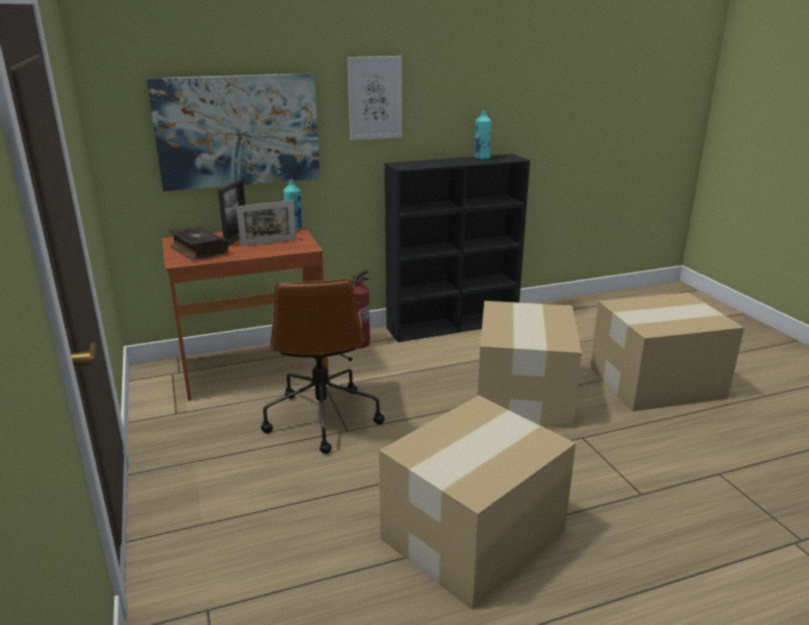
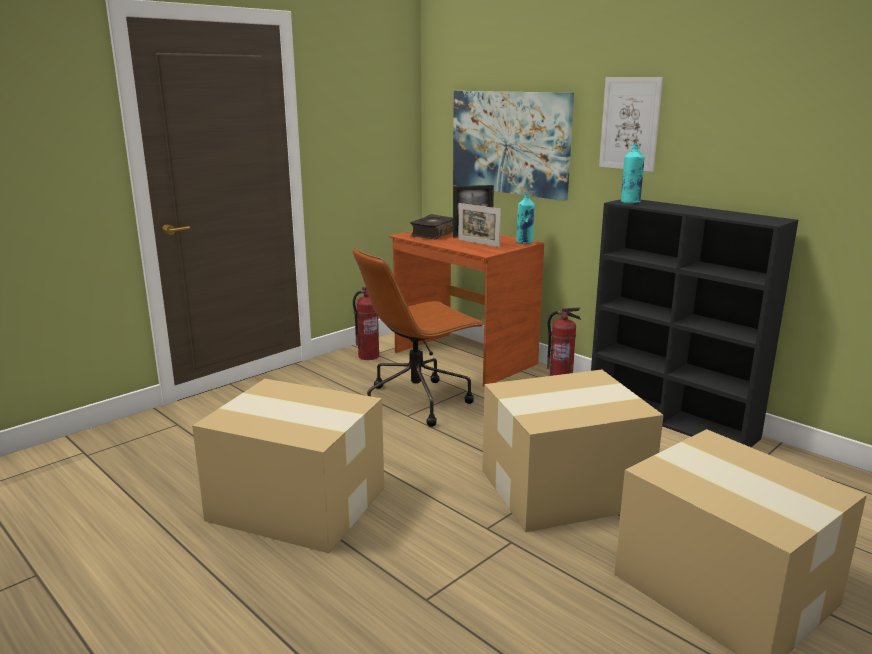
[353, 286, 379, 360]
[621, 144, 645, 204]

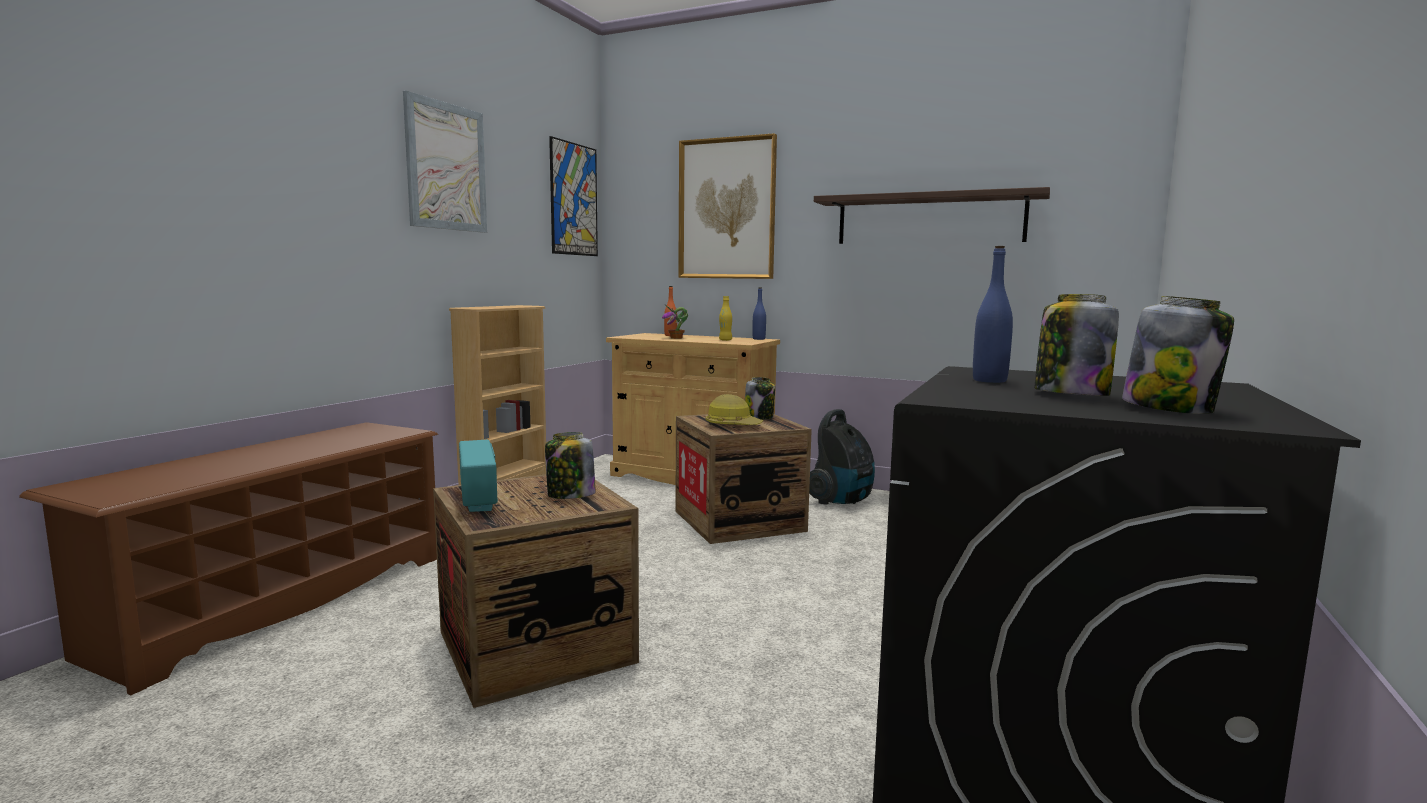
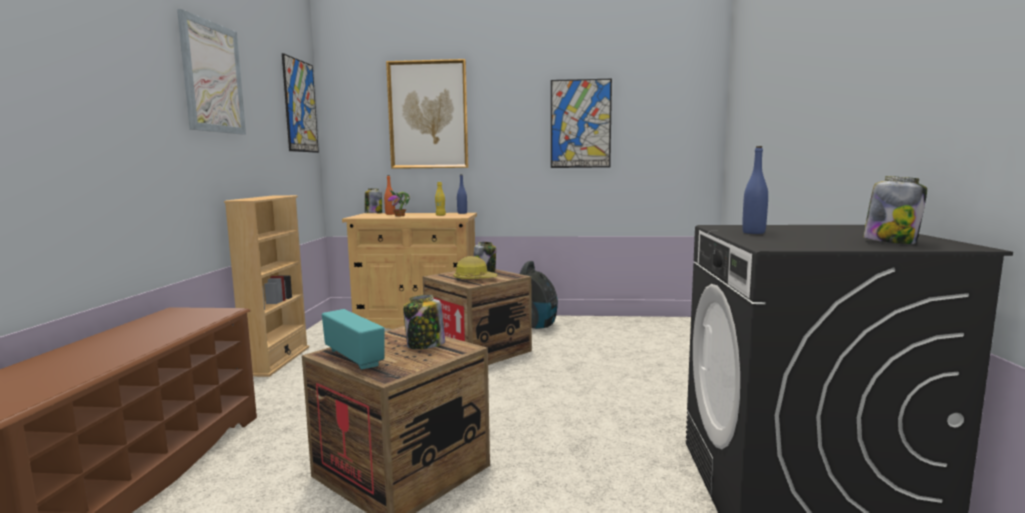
[365, 188, 382, 213]
[551, 79, 612, 168]

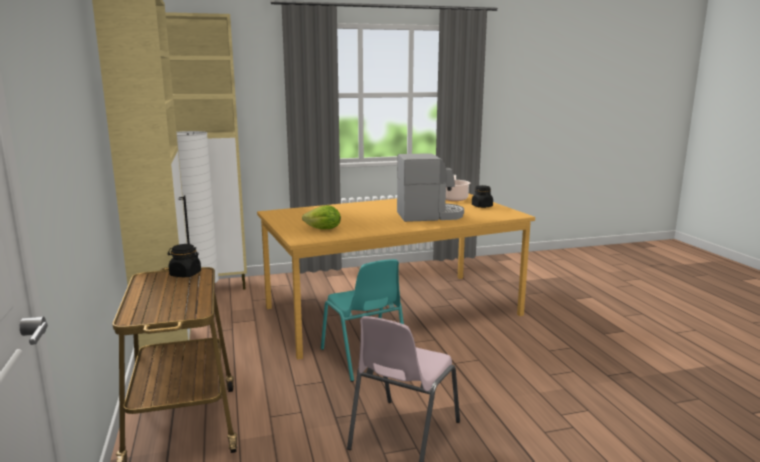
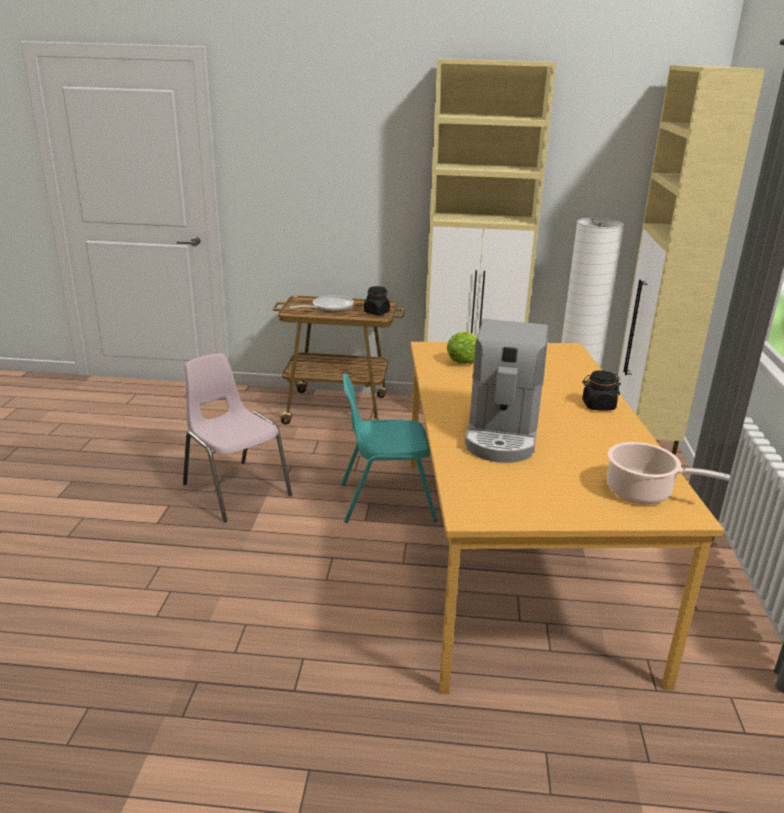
[289, 295, 354, 312]
[582, 370, 621, 411]

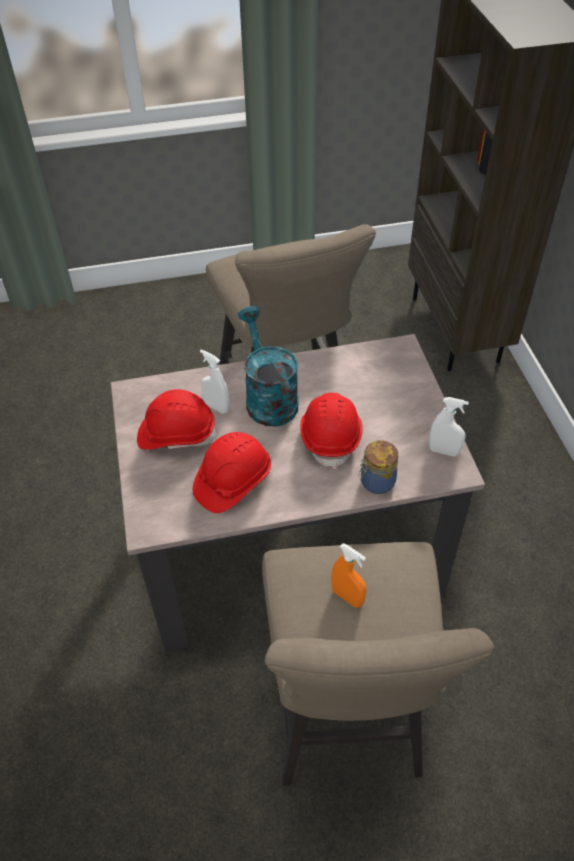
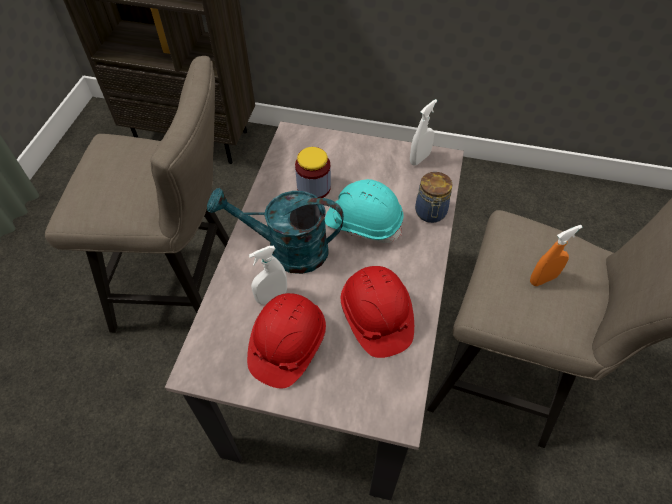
[295, 147, 331, 198]
[325, 179, 404, 243]

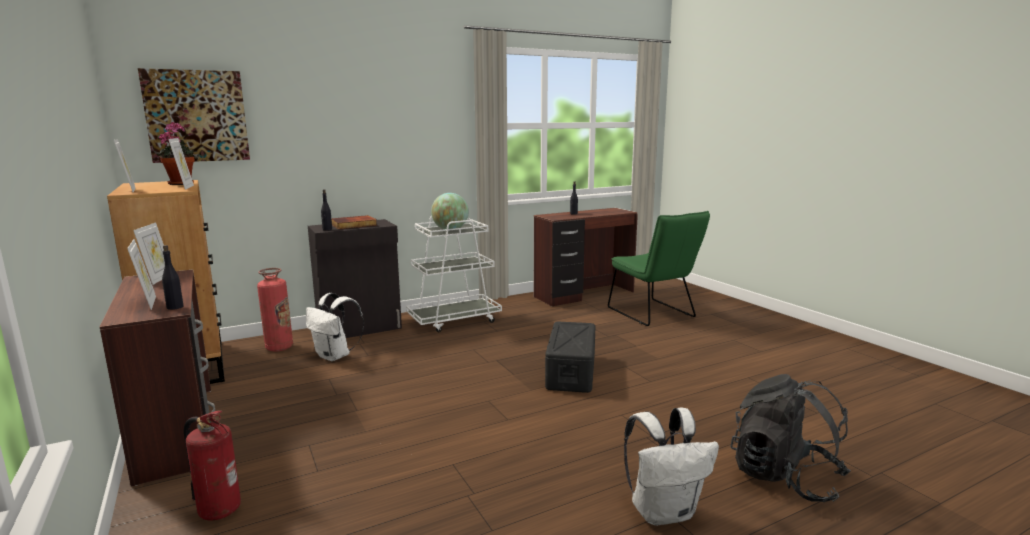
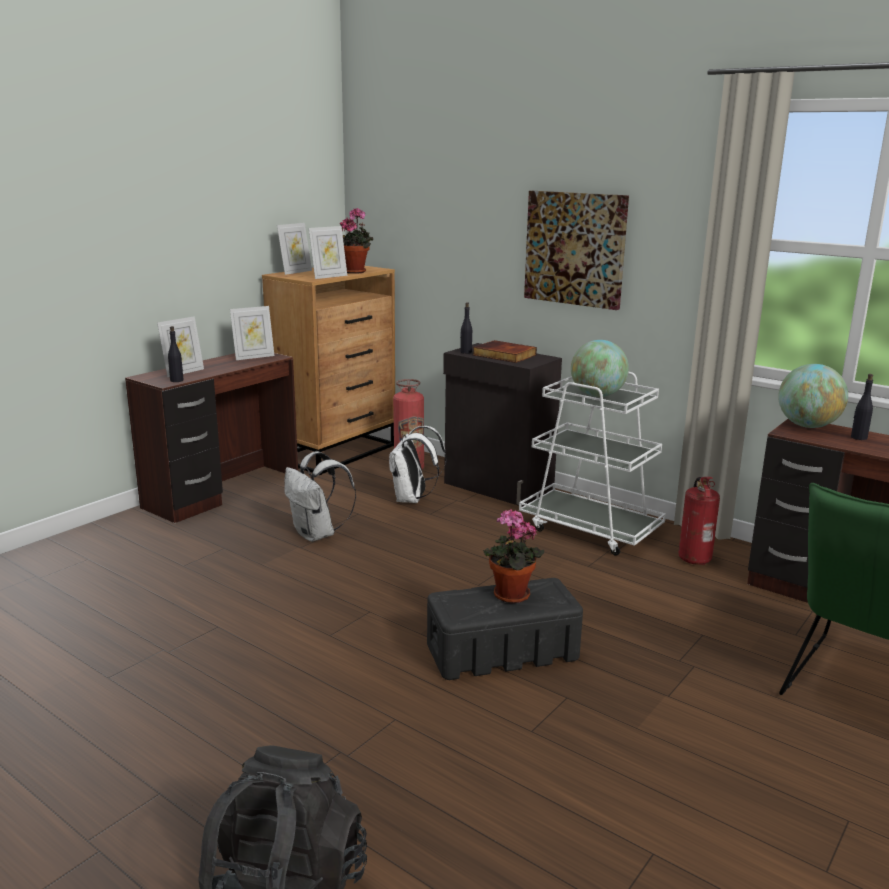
[284, 451, 356, 542]
[483, 509, 544, 603]
[524, 191, 629, 310]
[679, 477, 720, 565]
[778, 364, 848, 428]

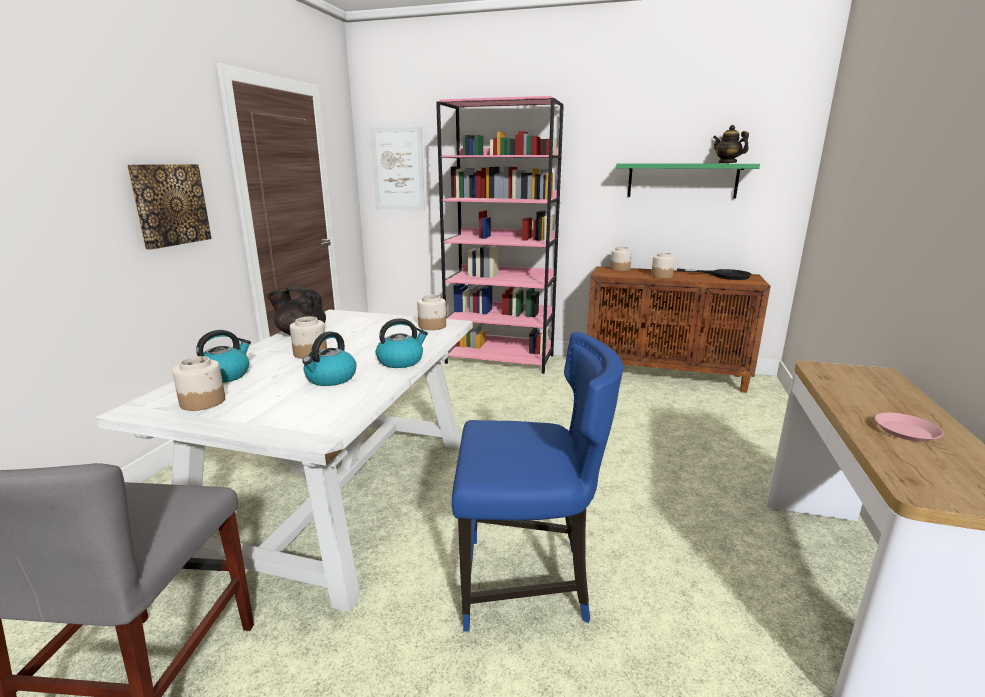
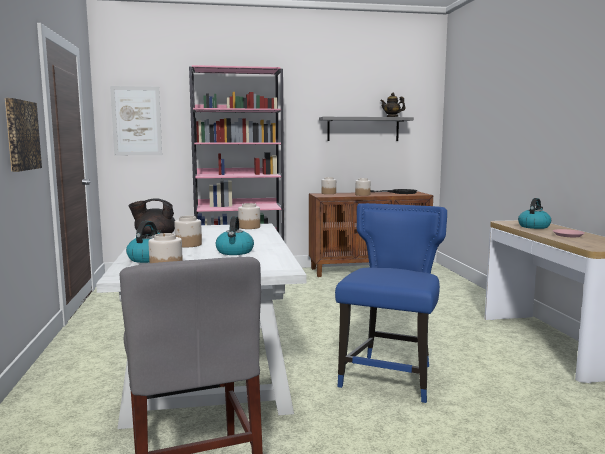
[319, 117, 414, 141]
[335, 203, 447, 403]
[518, 198, 551, 229]

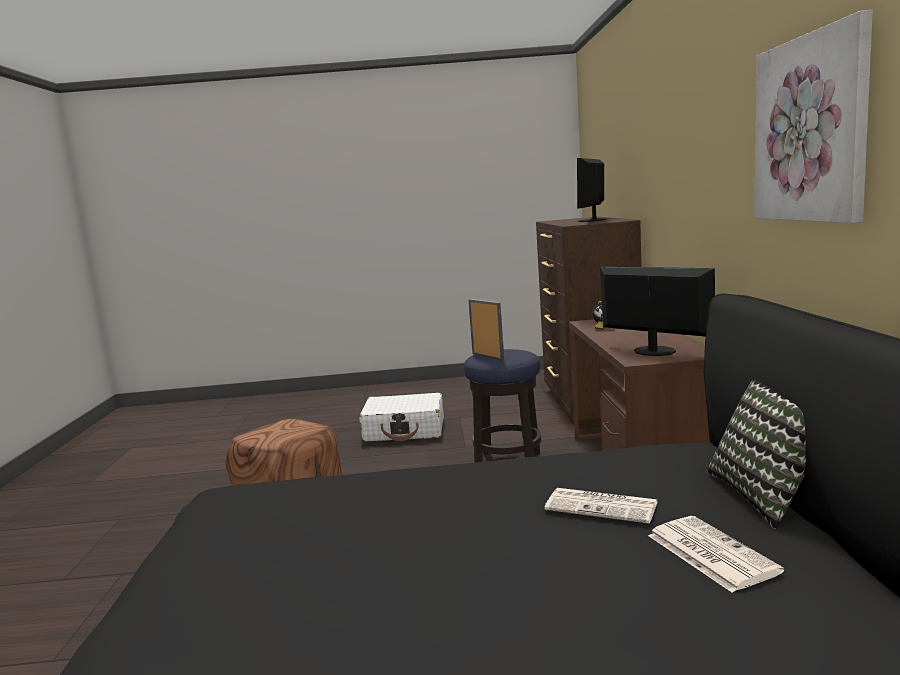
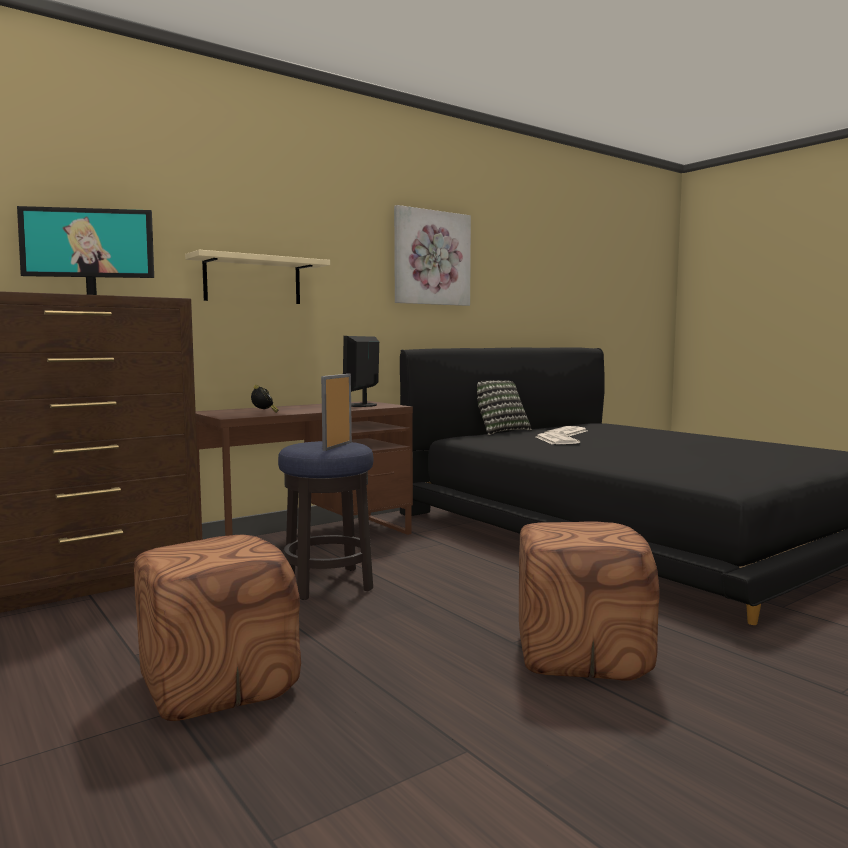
[134, 535, 301, 721]
[185, 250, 330, 304]

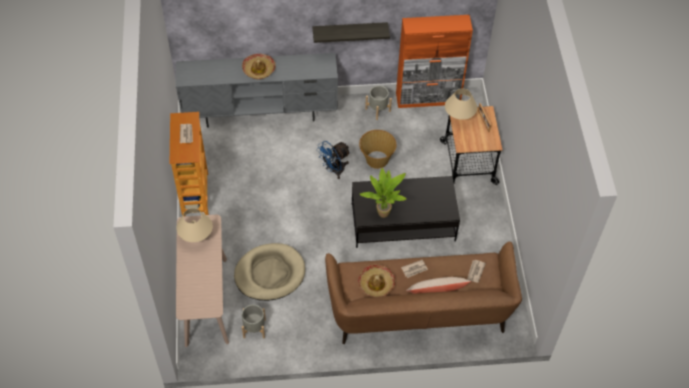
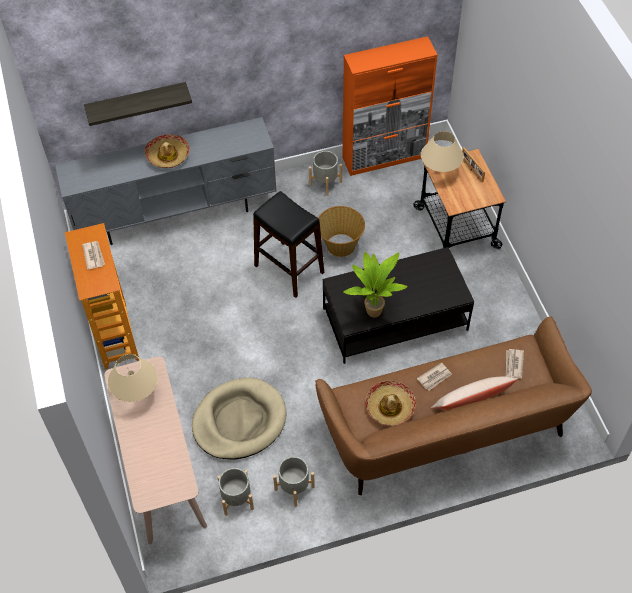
[84, 82, 192, 126]
[253, 191, 324, 298]
[273, 456, 315, 507]

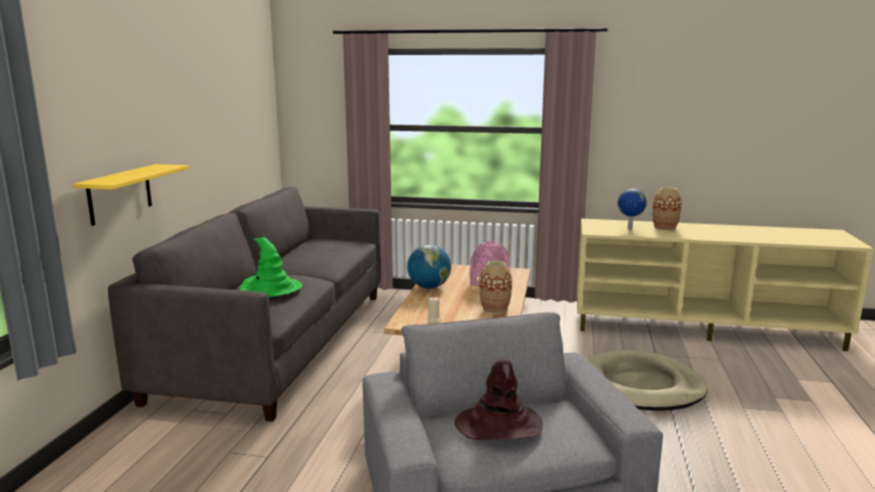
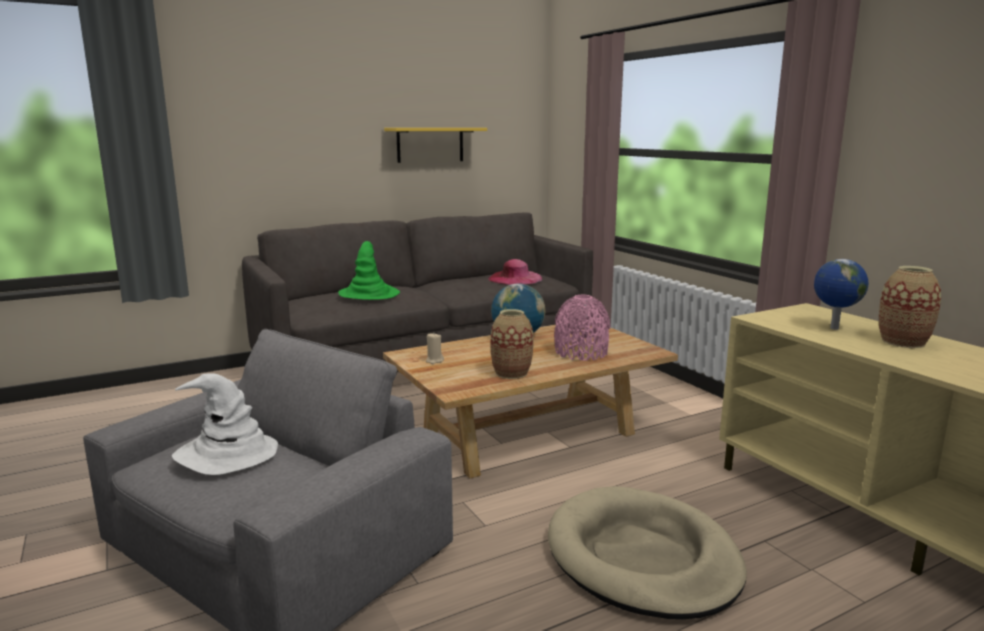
[172, 374, 278, 475]
[384, 128, 487, 163]
[488, 259, 543, 285]

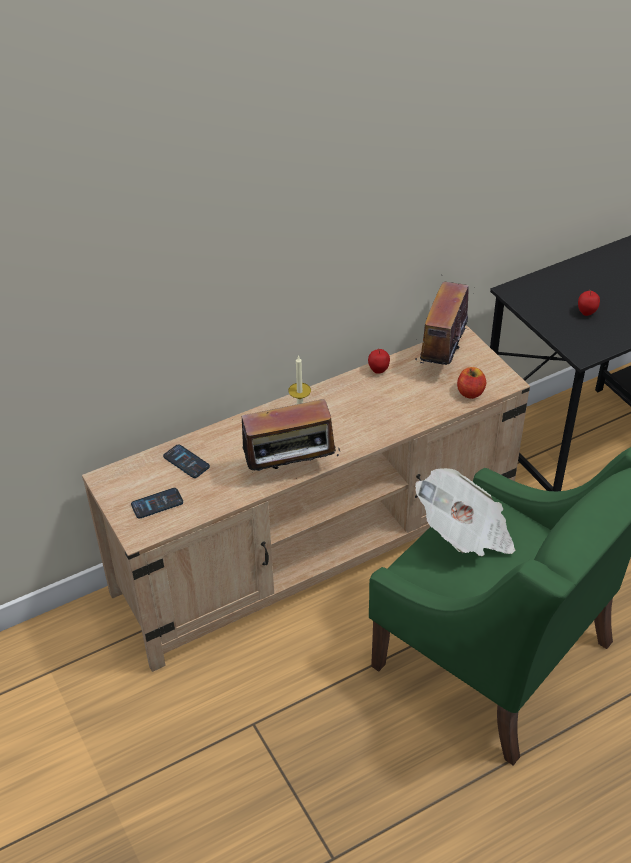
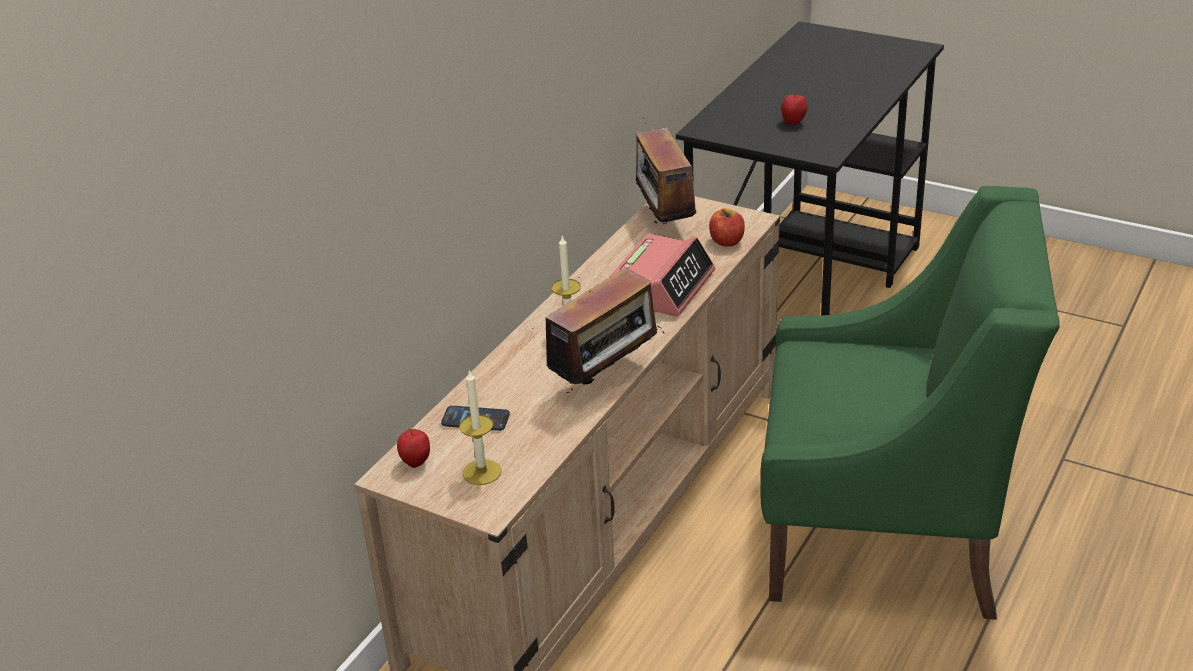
[397, 428, 430, 468]
[459, 369, 501, 485]
[609, 233, 715, 316]
[415, 468, 515, 556] (first image)

